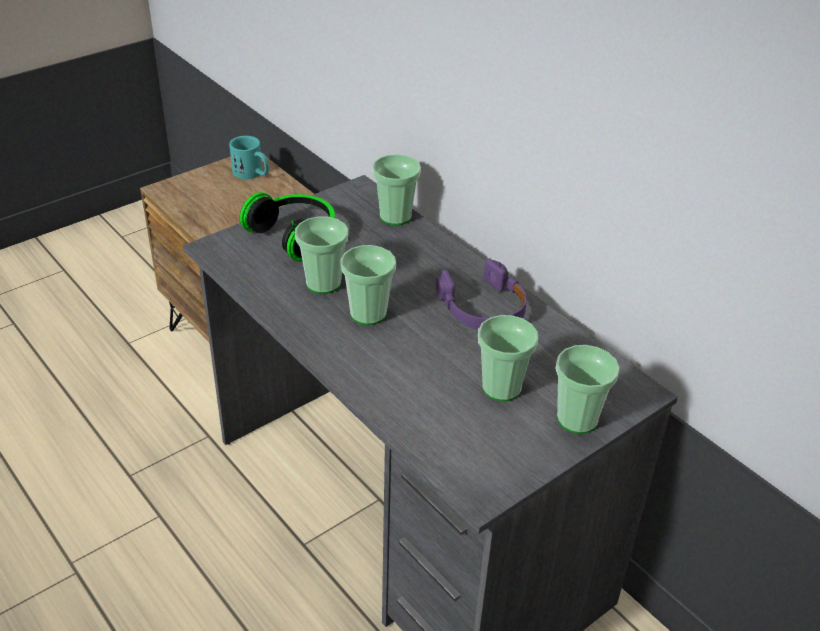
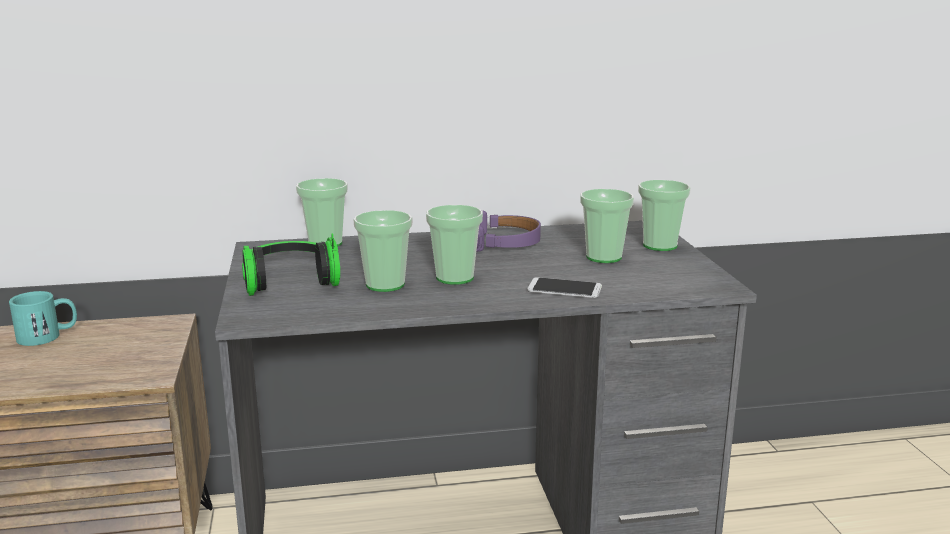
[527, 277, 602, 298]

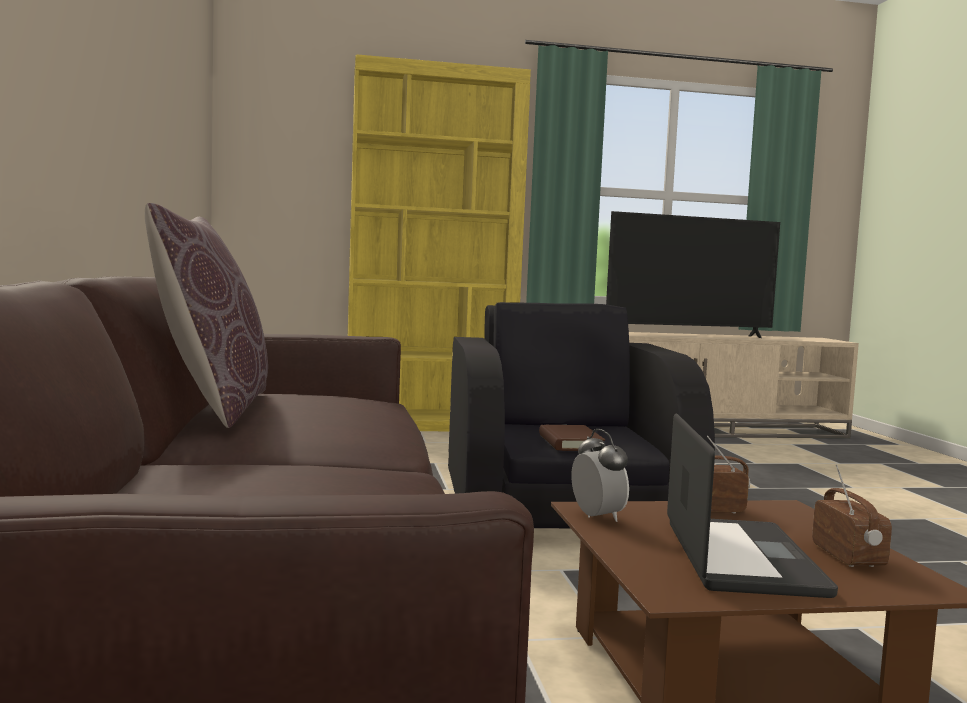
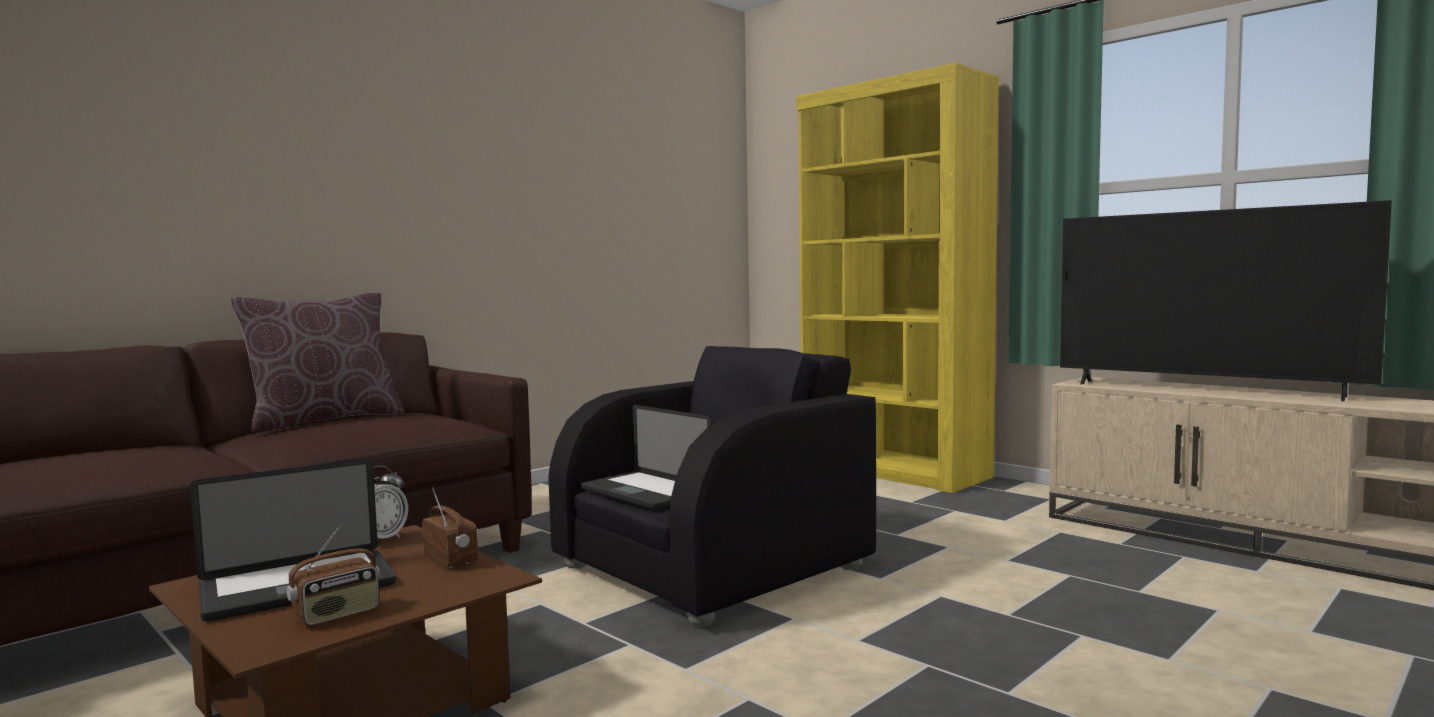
[581, 405, 711, 510]

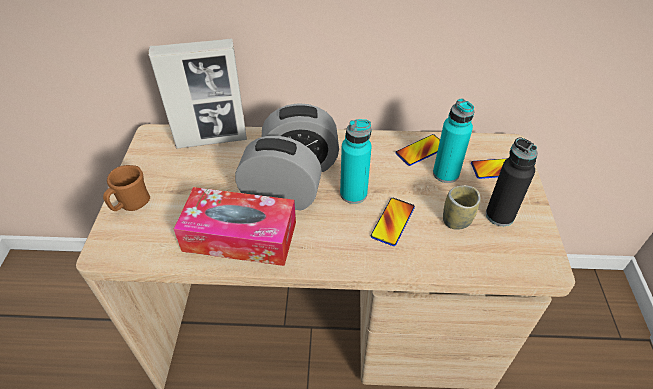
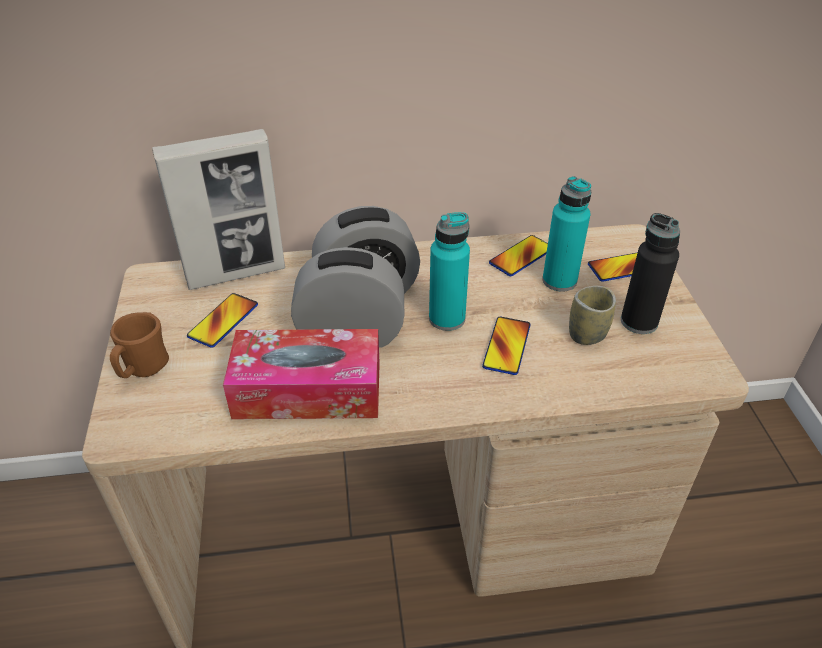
[187, 293, 258, 348]

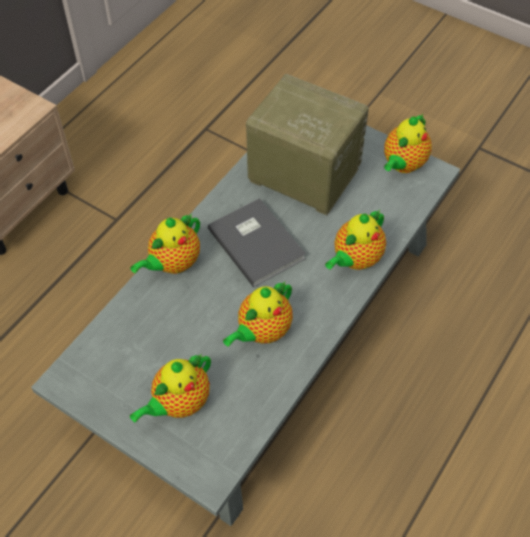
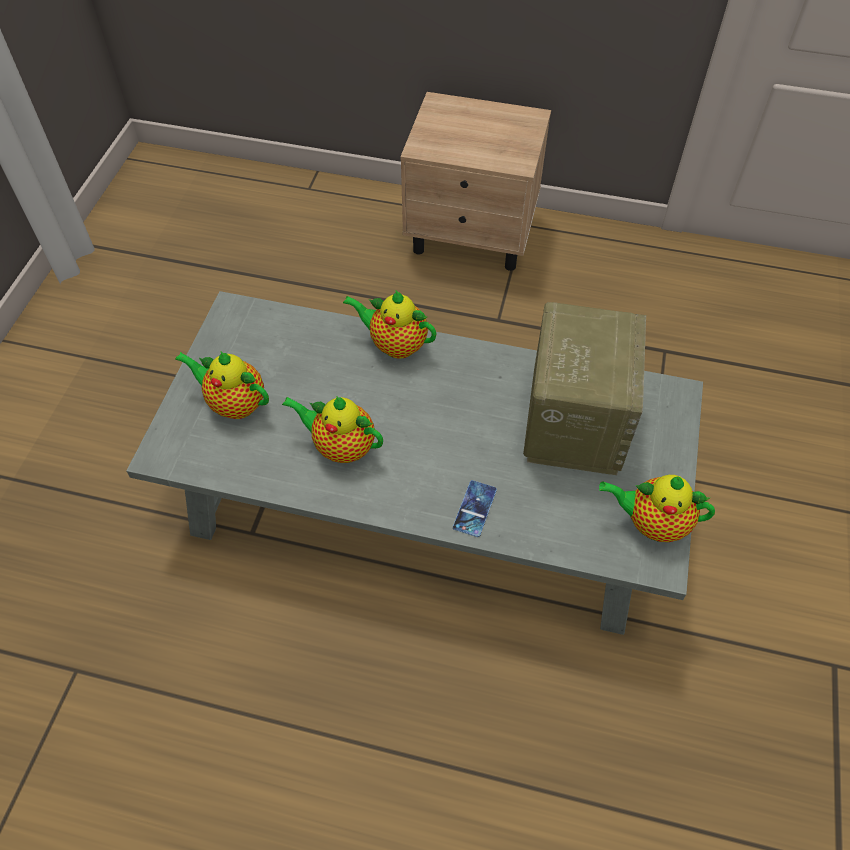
[453, 480, 497, 537]
[208, 198, 306, 287] (first image)

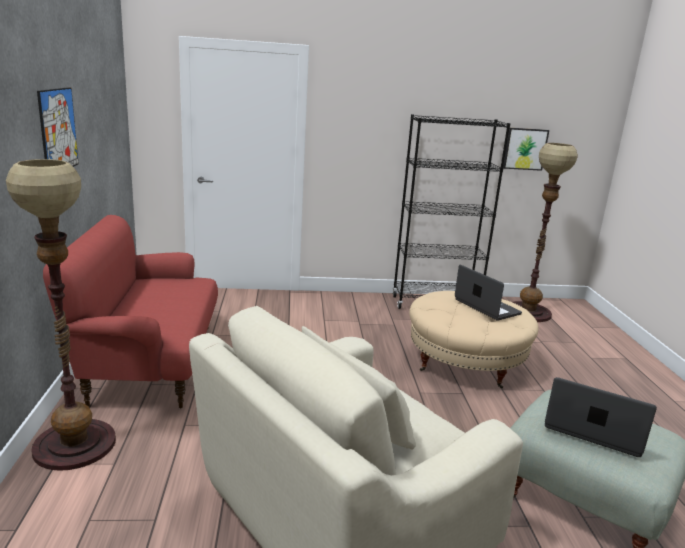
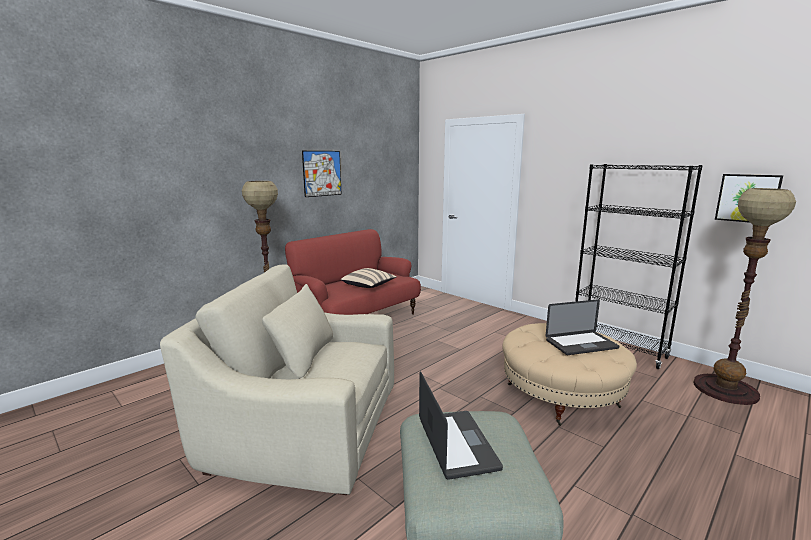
[341, 268, 397, 288]
[546, 299, 619, 355]

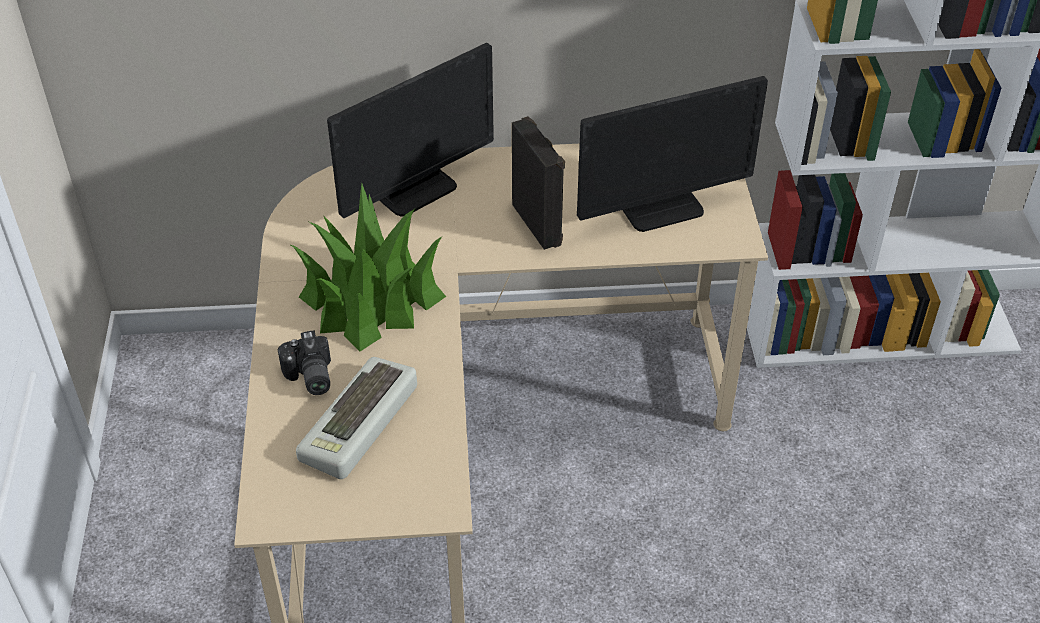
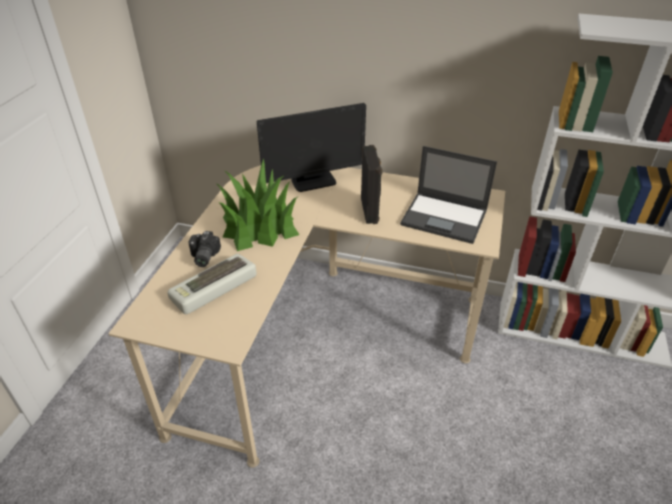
[400, 146, 497, 244]

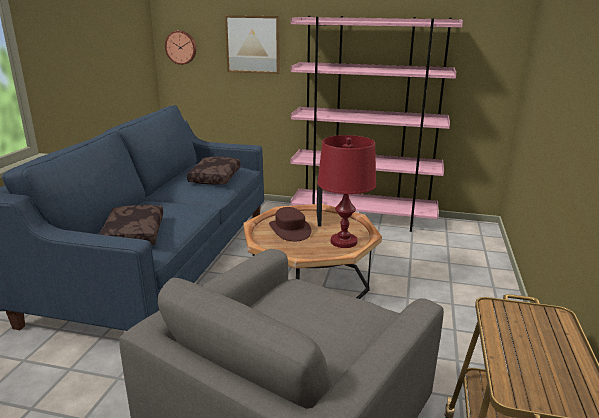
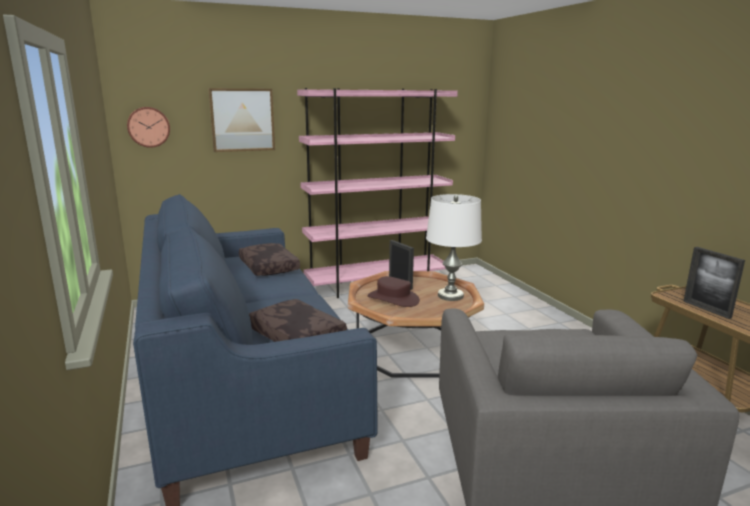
[426, 194, 482, 301]
[683, 247, 745, 319]

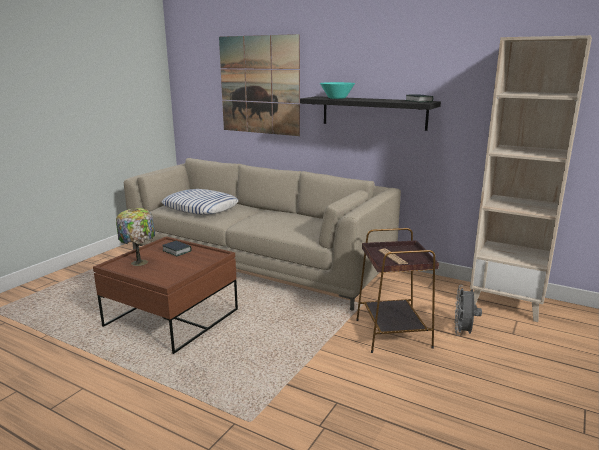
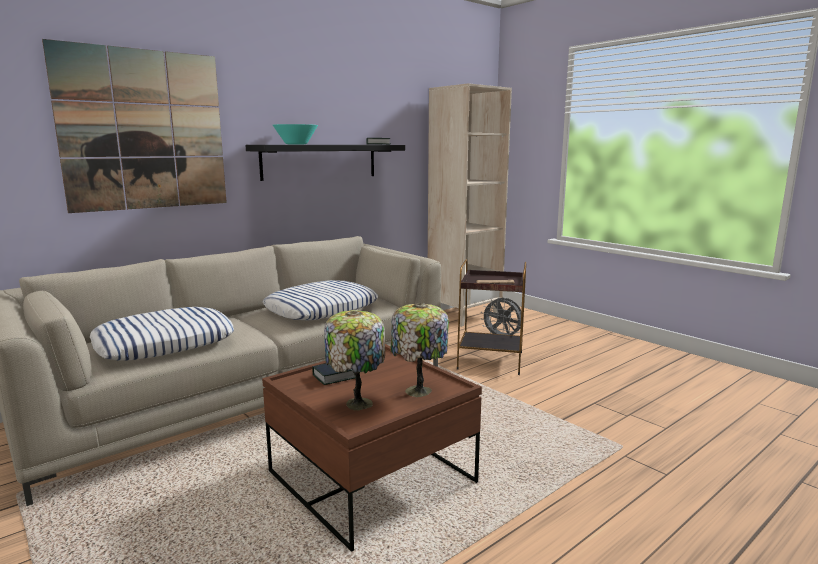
[263, 280, 378, 320]
[390, 303, 449, 397]

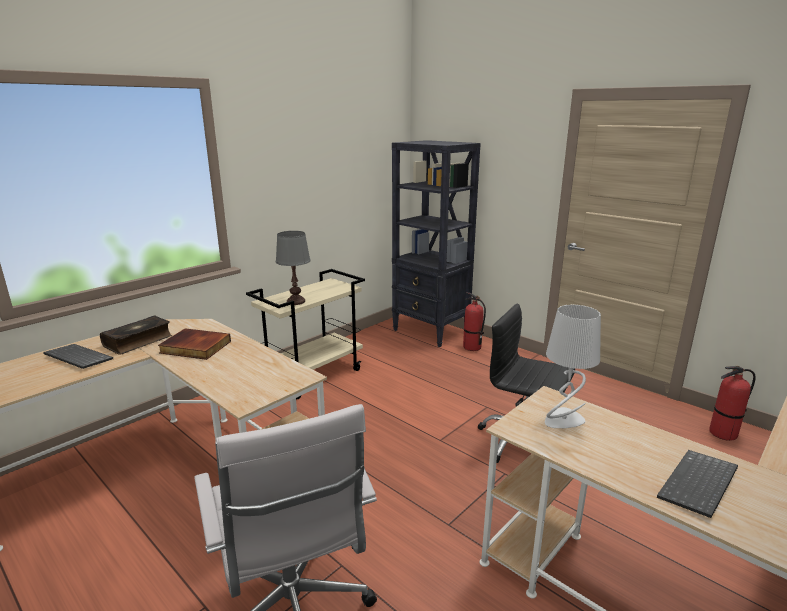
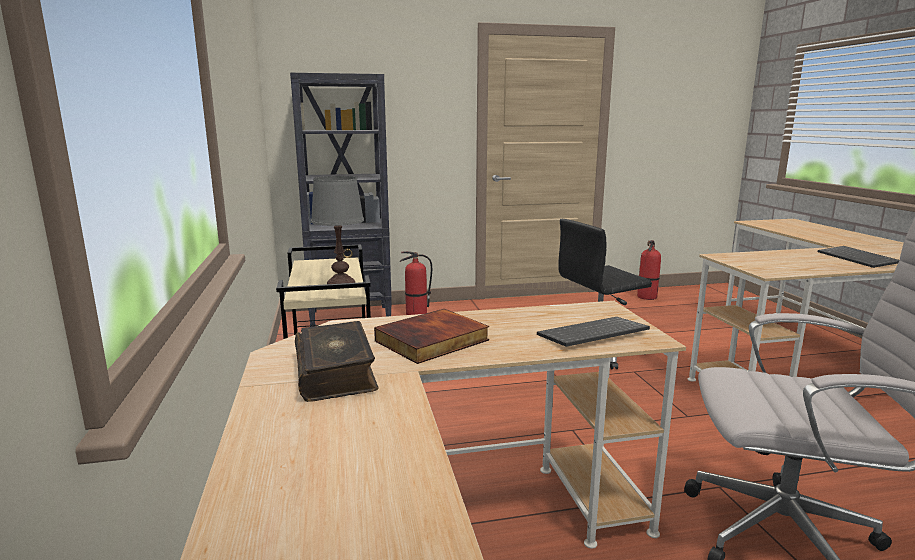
[537, 317, 650, 347]
[545, 305, 601, 428] (first image)

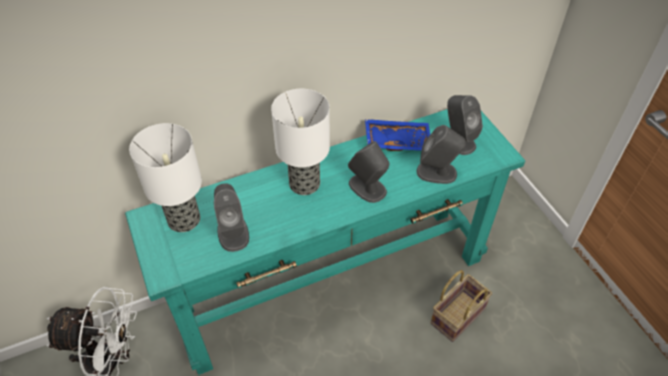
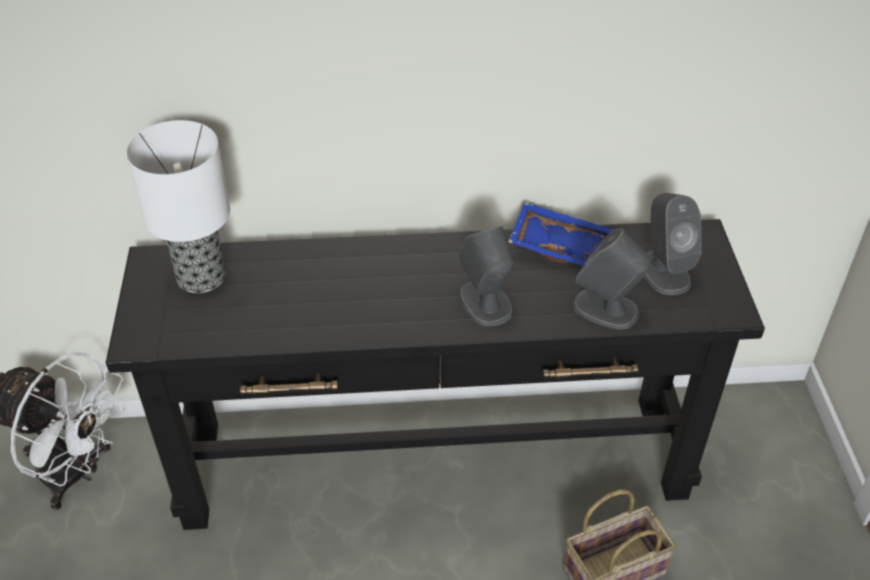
[105, 219, 765, 530]
[214, 183, 249, 252] (first image)
[271, 89, 330, 195] (first image)

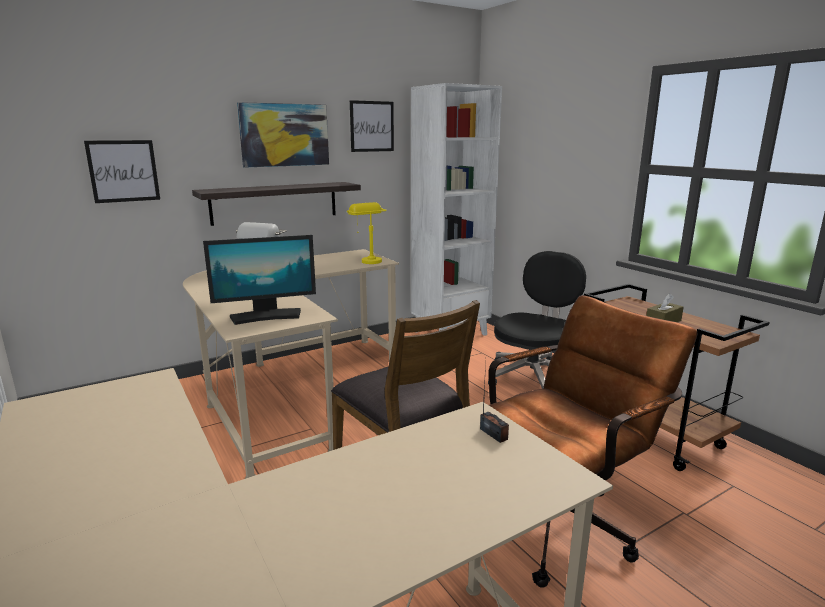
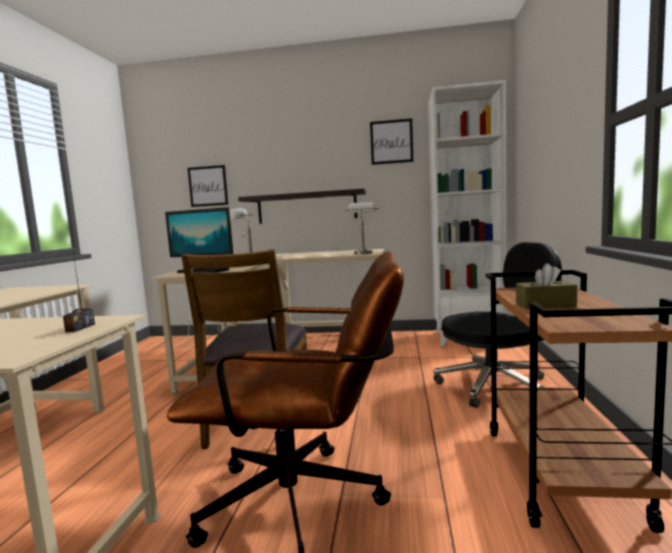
[345, 202, 379, 255]
[237, 102, 329, 168] (first image)

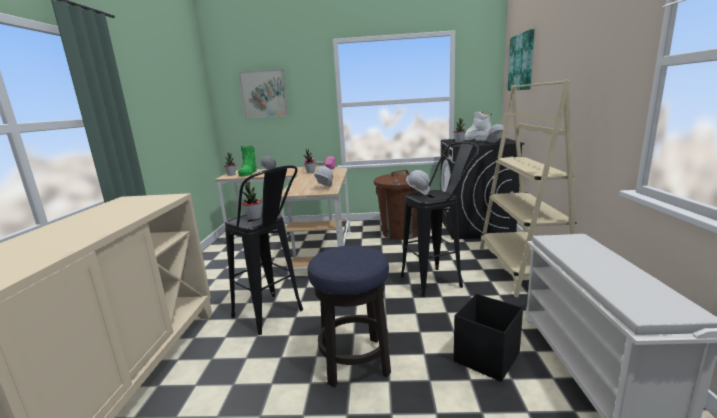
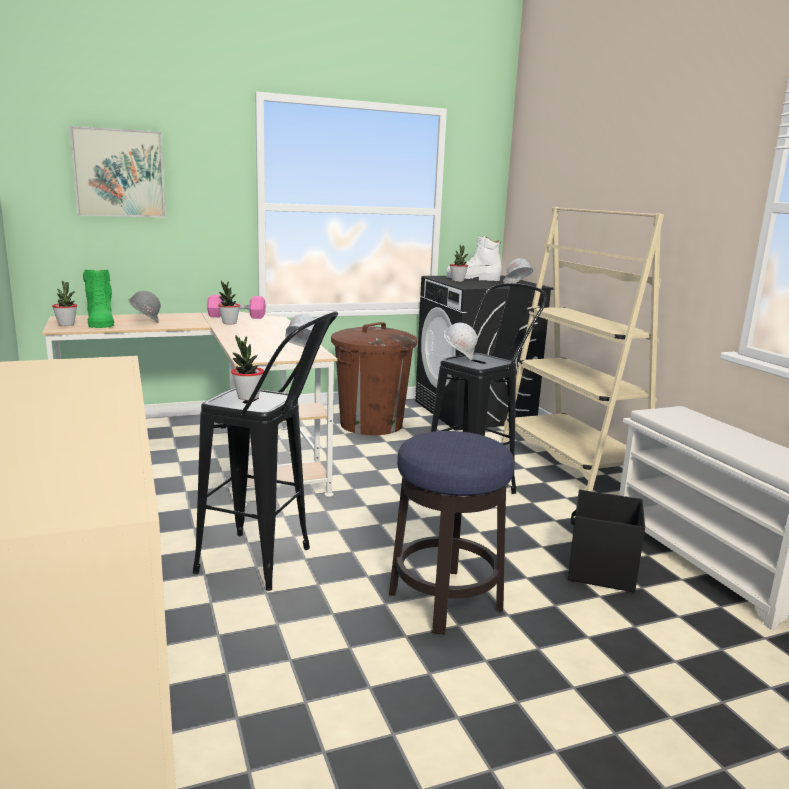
[507, 29, 535, 91] (first image)

